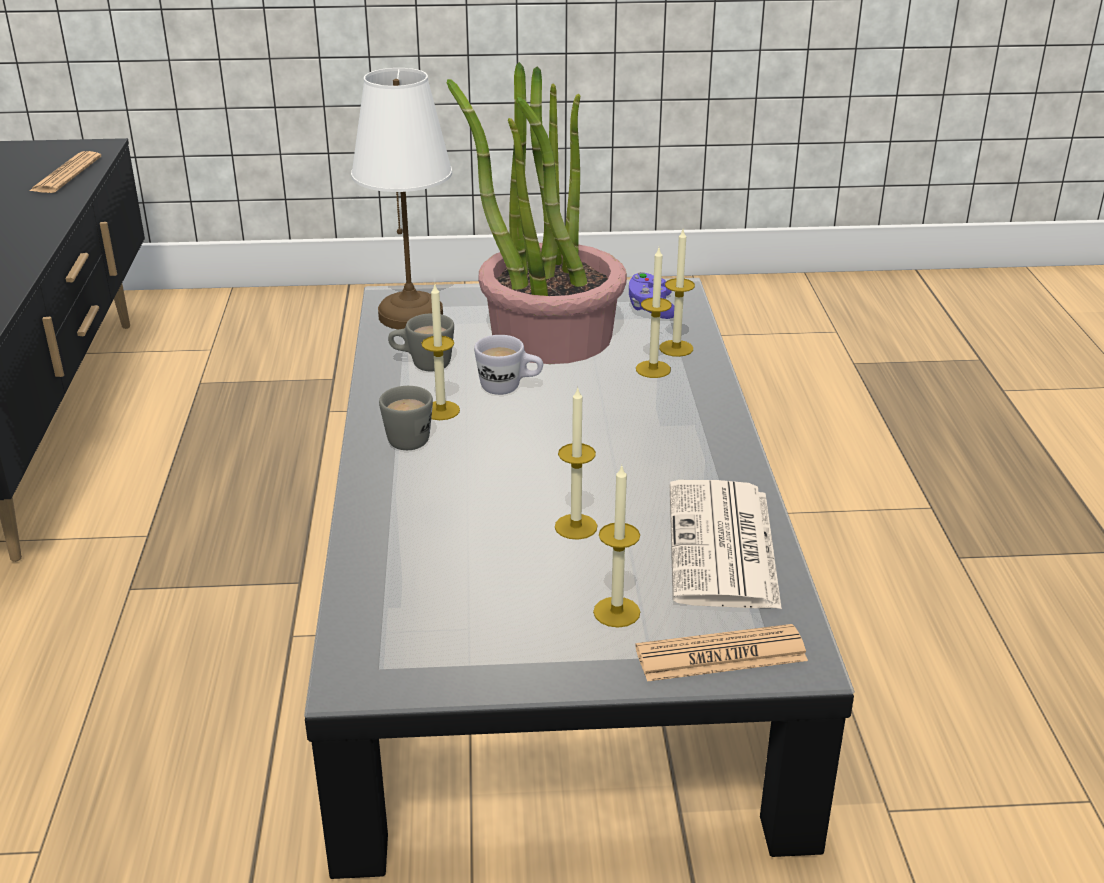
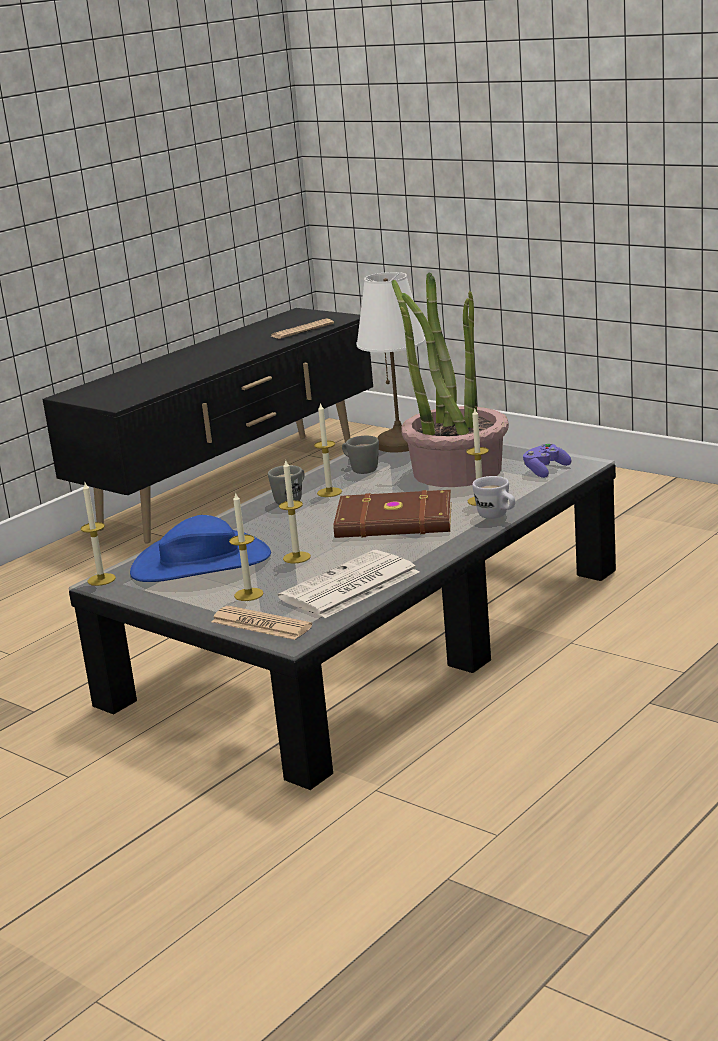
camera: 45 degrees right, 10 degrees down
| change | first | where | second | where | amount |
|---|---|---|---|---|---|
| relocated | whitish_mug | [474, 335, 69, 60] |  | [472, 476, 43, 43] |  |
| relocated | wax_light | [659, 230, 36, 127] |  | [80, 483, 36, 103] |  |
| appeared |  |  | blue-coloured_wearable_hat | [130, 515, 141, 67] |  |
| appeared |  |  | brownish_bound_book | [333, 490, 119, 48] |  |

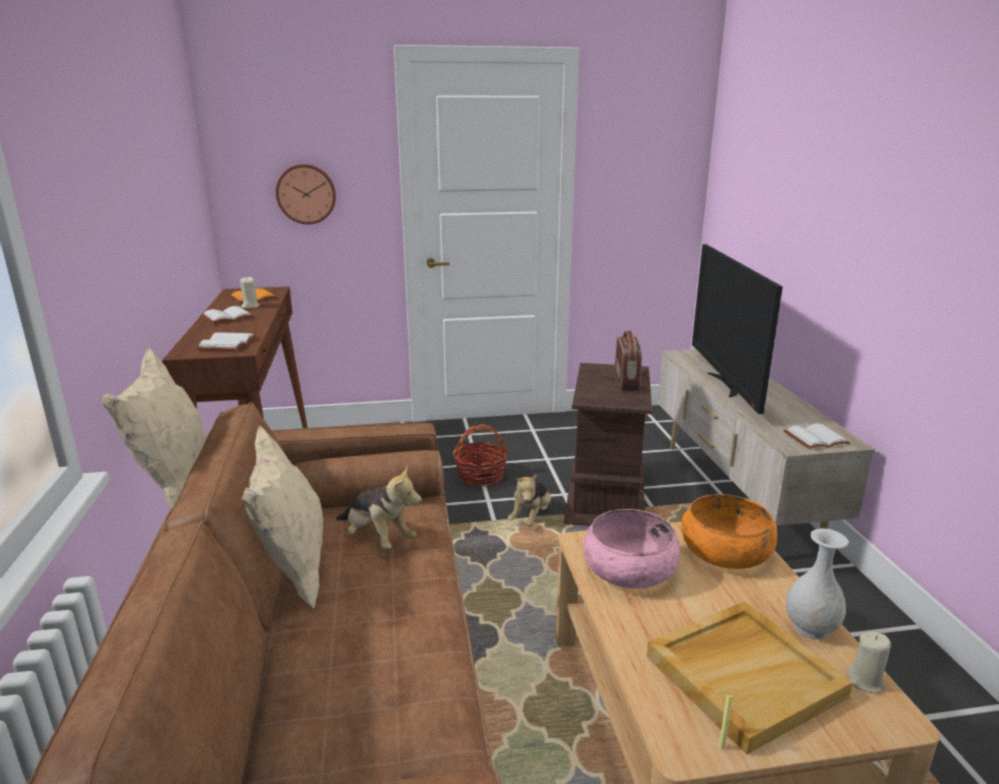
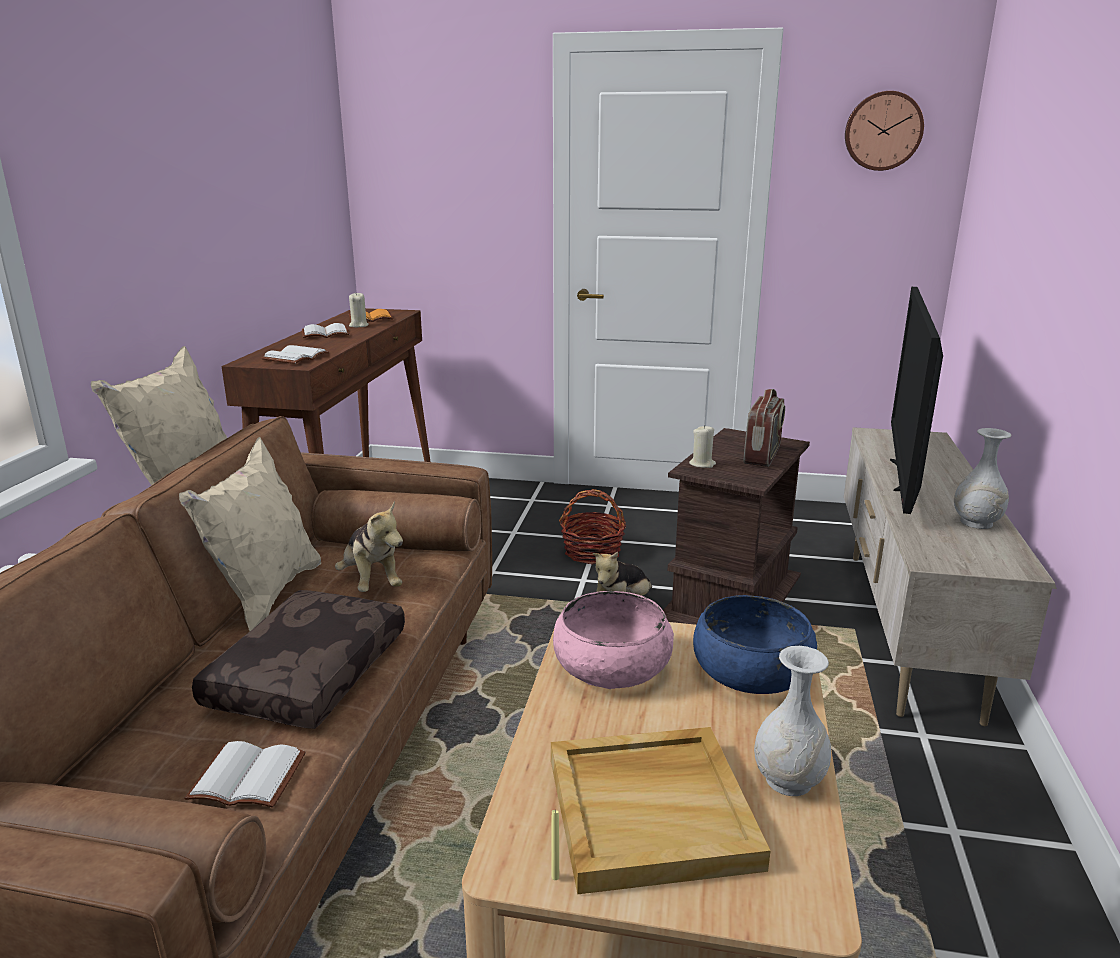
camera: 20 degrees right, 0 degrees up
| change | first | where | second | where | amount |
|---|---|---|---|---|---|
| relocated | hanging_clock | [276, 164, 60, 60] |  | [845, 91, 79, 80] |  |
| colour | orange-coloured_deep_dish | [681, 494, 96, 75] | blue-coloured_deep_dish | [693, 595, 124, 99] |  |
| relocated | whitish_bound_book | [783, 424, 67, 25] |  | [185, 741, 121, 67] |  |
| relocated | sand-coloured_wax_light | [847, 632, 44, 61] |  | [689, 425, 27, 43] |  |
| appeared |  |  | brownish_throw_pillow | [192, 590, 213, 139] |  |
| appeared |  |  | whitish_vase | [954, 428, 57, 101] |  |

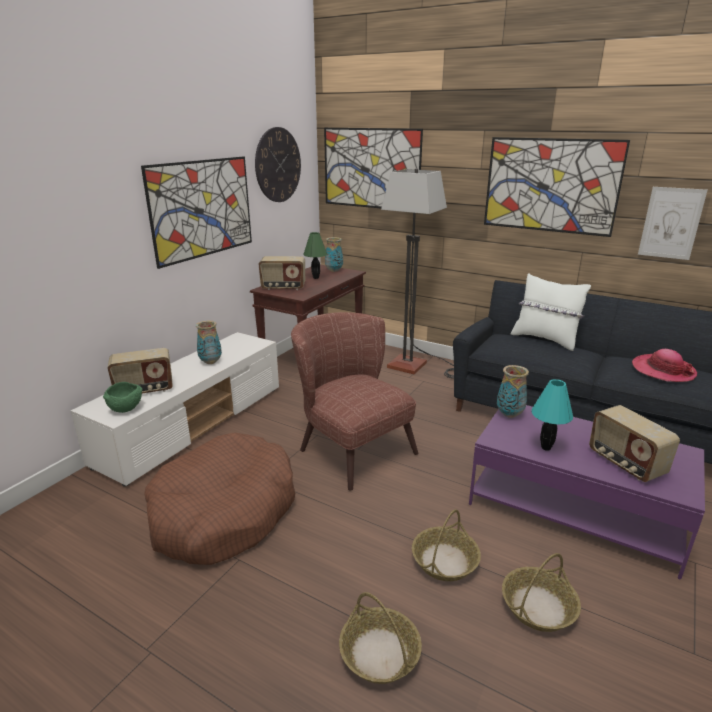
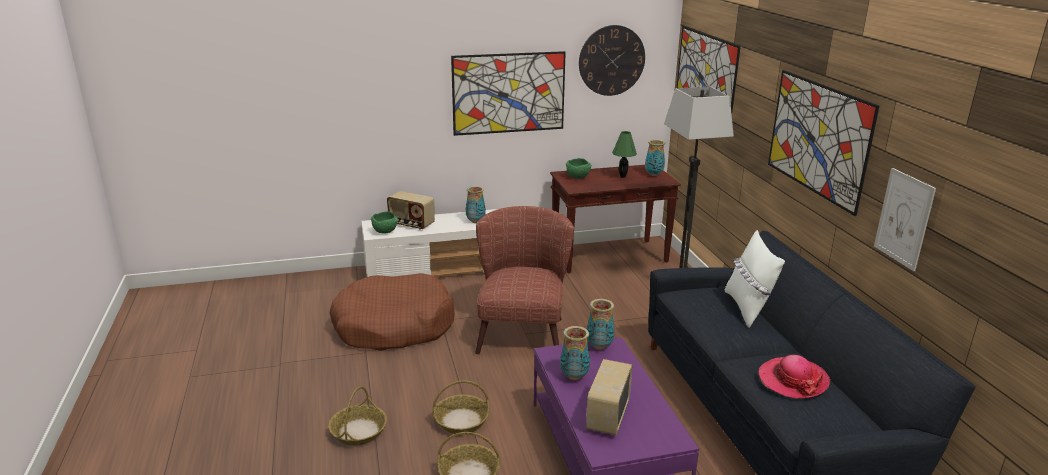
camera: 45 degrees right, 0 degrees up
| change | first | where | second | where | amount |
|---|---|---|---|---|---|
| exchanged | radio | [258, 256, 47, 34] | green_deep_dish | [566, 158, 26, 21] |  |
| exchanged | blue-green_table_lamp | [531, 379, 42, 72] | vase | [560, 326, 30, 54] |  |

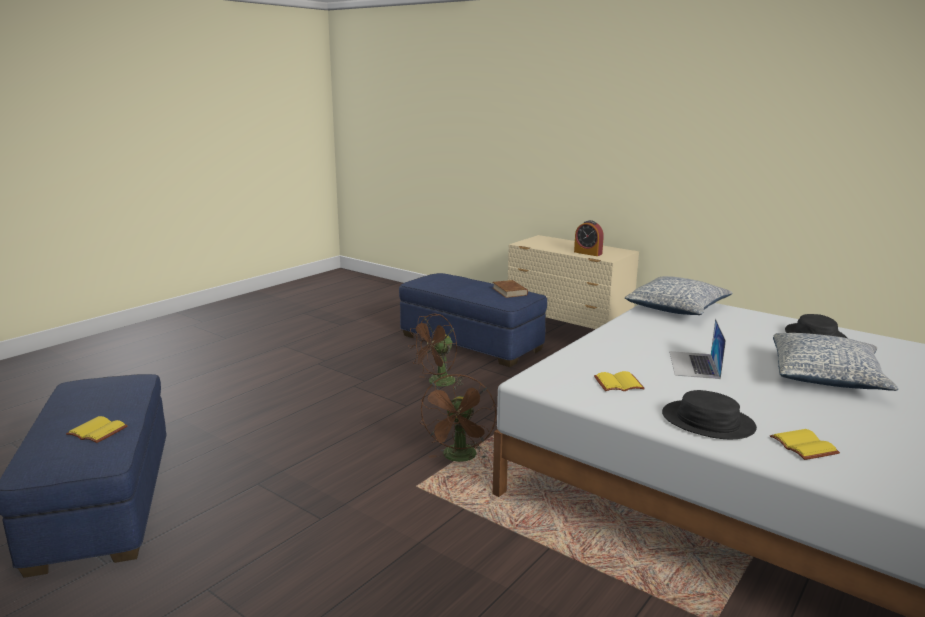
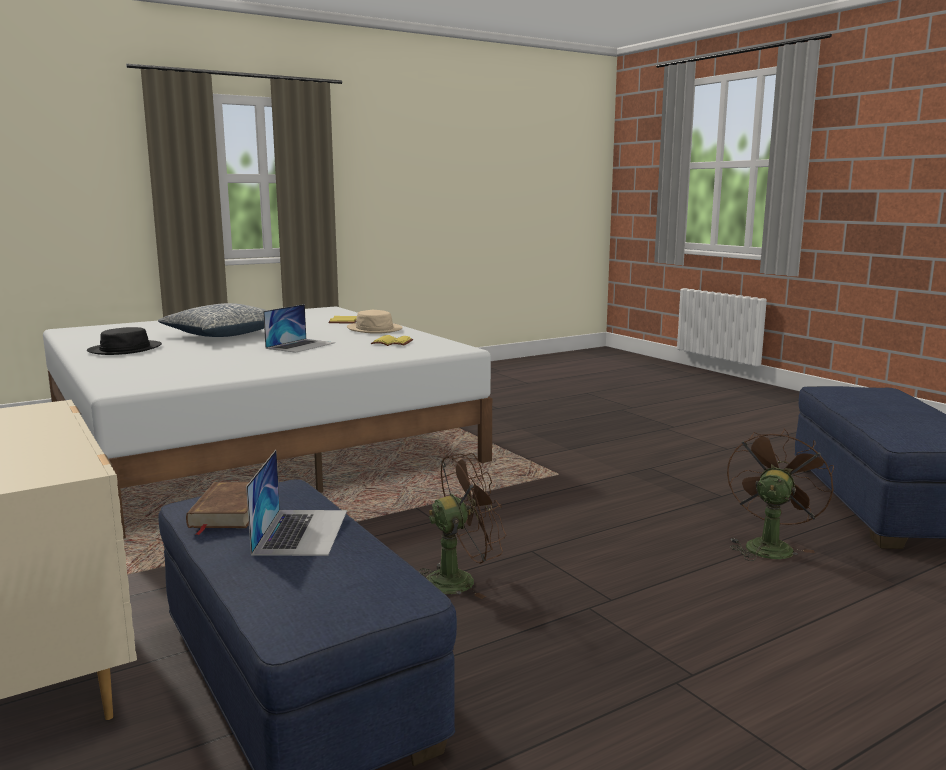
camera: 160 degrees left, 5 degrees down
| change | first | where | second | where | amount |
|---|---|---|---|---|---|
| missing | yellow-coloured_bound_book | [66, 416, 62, 27] |  |  |  |
| relocated | brownish_fan | [420, 374, 76, 88] |  | [727, 429, 107, 132] |  |
| missing | table_clock | [574, 220, 30, 36] |  |  |  |
| missing | throw_pillow | [625, 276, 107, 39] |  |  |  |
| colour | black-coloured_wearable_hat | [662, 390, 95, 49] | sand-coloured_wearable_hat | [347, 310, 56, 24] |  |
| appeared |  |  | portable_computer | [246, 450, 101, 106] |  |

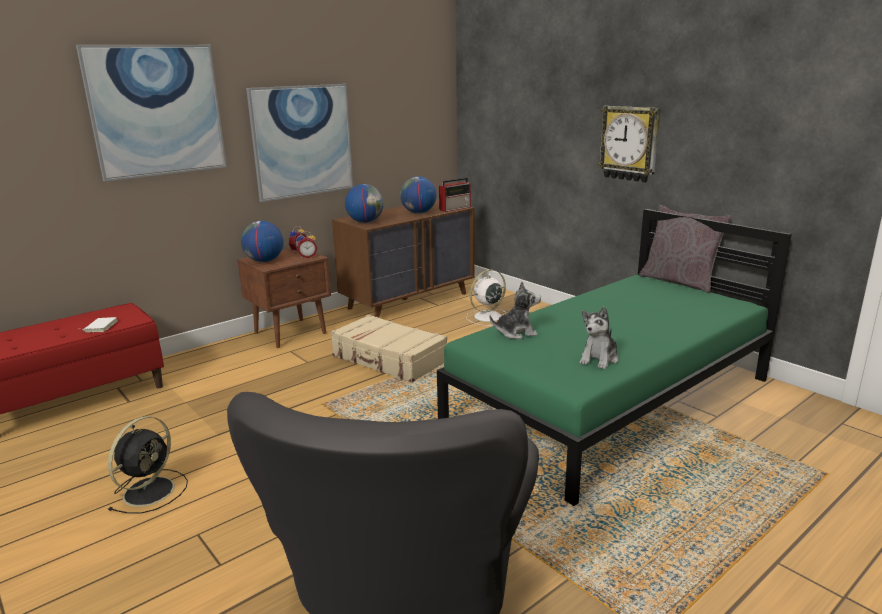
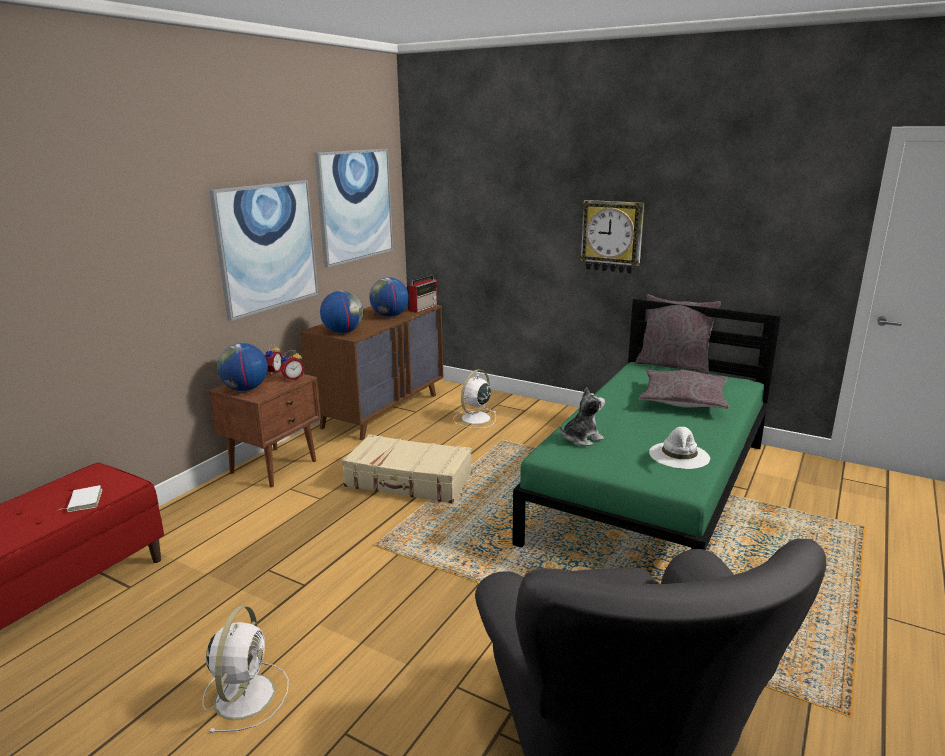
camera: 20 degrees left, 0 degrees up
| change | first | where | second | where | amount |
|---|---|---|---|---|---|
| relocated | wall_art | [76, 45, 151, 137] |  | [314, 149, 79, 119] |  |
| colour | black-coloured_fan | [108, 416, 80, 98] | whitish_fan | [202, 606, 87, 127] |  |
| exchanged | plush_toy | [579, 307, 40, 62] | whitish_wearable_hat | [649, 427, 61, 42] |  |
| appeared |  |  | gray_throw_pillow | [639, 370, 90, 39] |  |

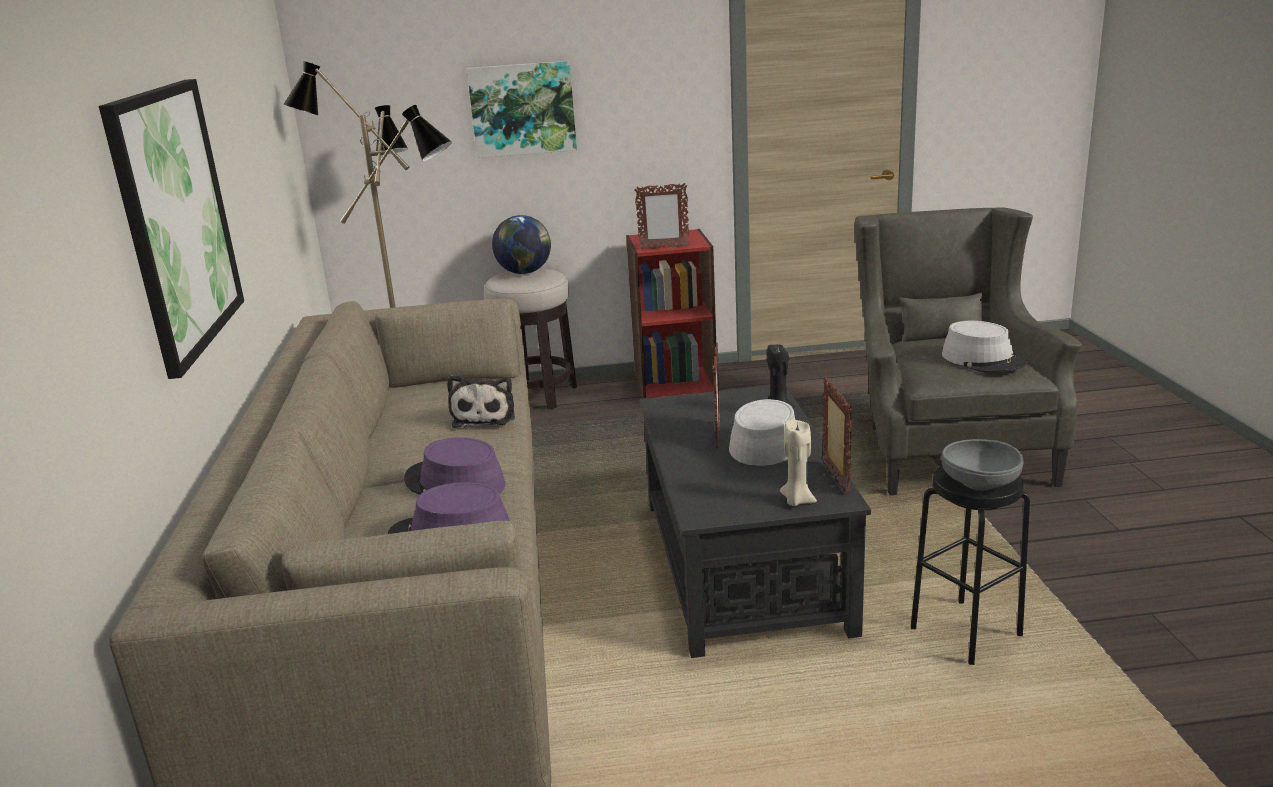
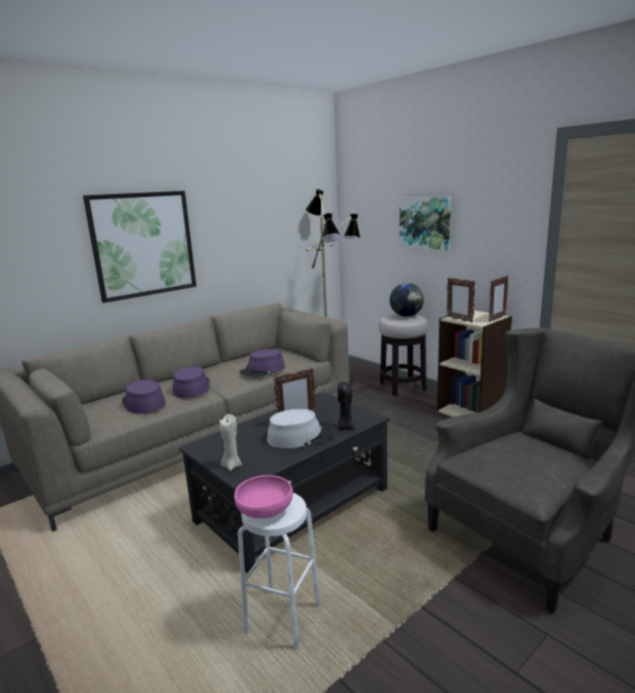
camera: 55 degrees right, 5 degrees down
| change | first | where | second | where | amount |
|---|---|---|---|---|---|
| exchanged | plush_toy | [447, 375, 68, 53] | purplish_wearable_hat | [239, 349, 46, 28] |  |
| colour | red-coloured_bookcase | [626, 229, 90, 170] | sand-coloured_bookcase | [437, 310, 75, 107] |  |
| relocated | picture_frame | [823, 377, 30, 117] |  | [489, 275, 20, 47] |  |
| colour | black-coloured_stool | [911, 465, 119, 200] | whitish_stool | [238, 493, 82, 157] |  |
| missing | gray_wearable_hat | [942, 321, 86, 52] |  |  |  |
| colour | gray_deep_dish | [942, 439, 81, 51] | pink_deep_dish | [234, 475, 59, 43] |  |

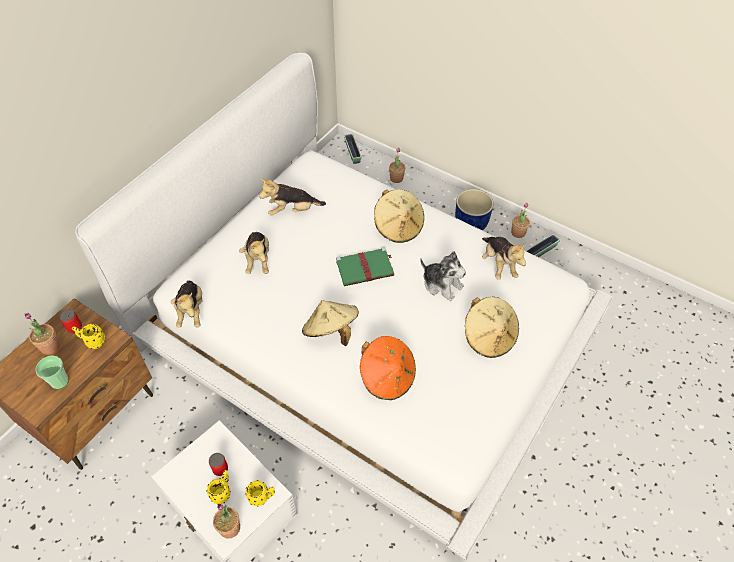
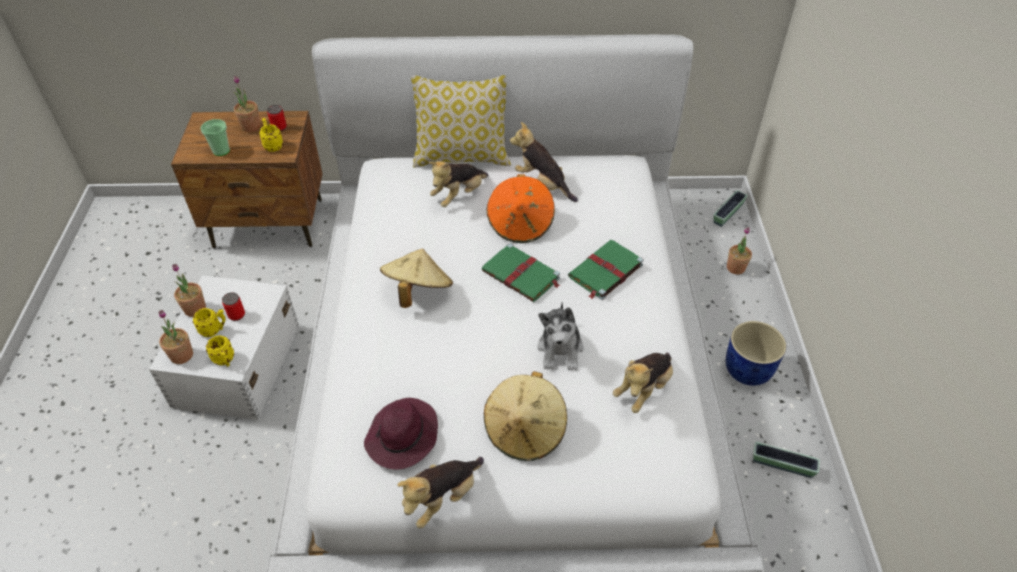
camera: 55 degrees right, 5 degrees down
| change | first | where | second | where | amount |
|---|---|---|---|---|---|
| relocated | plush_toy | [171, 280, 31, 48] |  | [397, 457, 87, 71] |  |
| relocated | orange-coloured_wearable_hat | [360, 336, 56, 64] |  | [486, 174, 69, 69] |  |
| exchanged | sand-coloured_wearable_hat | [374, 189, 50, 54] | green_bound_book | [568, 240, 76, 60] |  |
| relocated | houseplant | [511, 203, 19, 35] |  | [172, 264, 34, 53] |  |
| appeared |  |  | purplish_wearable_hat | [364, 398, 74, 71] |  |
| appeared |  |  | throw_pillow | [411, 75, 100, 93] |  |

